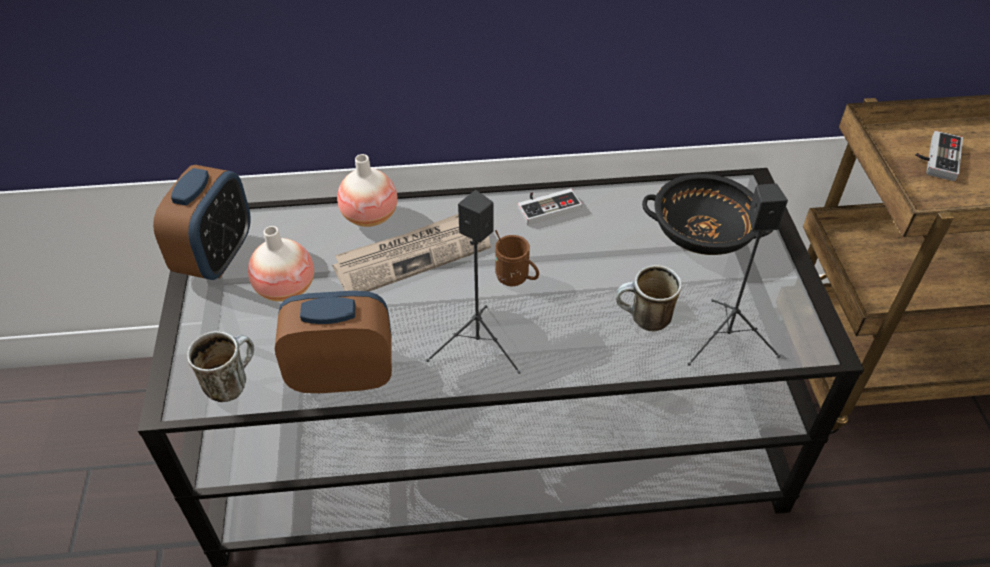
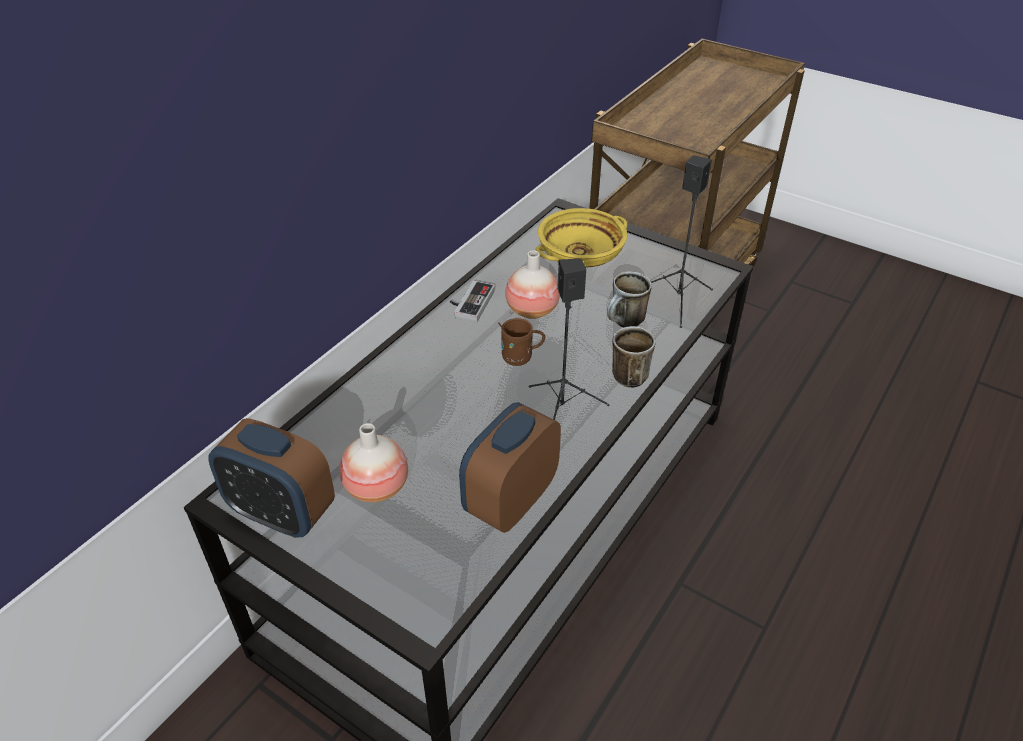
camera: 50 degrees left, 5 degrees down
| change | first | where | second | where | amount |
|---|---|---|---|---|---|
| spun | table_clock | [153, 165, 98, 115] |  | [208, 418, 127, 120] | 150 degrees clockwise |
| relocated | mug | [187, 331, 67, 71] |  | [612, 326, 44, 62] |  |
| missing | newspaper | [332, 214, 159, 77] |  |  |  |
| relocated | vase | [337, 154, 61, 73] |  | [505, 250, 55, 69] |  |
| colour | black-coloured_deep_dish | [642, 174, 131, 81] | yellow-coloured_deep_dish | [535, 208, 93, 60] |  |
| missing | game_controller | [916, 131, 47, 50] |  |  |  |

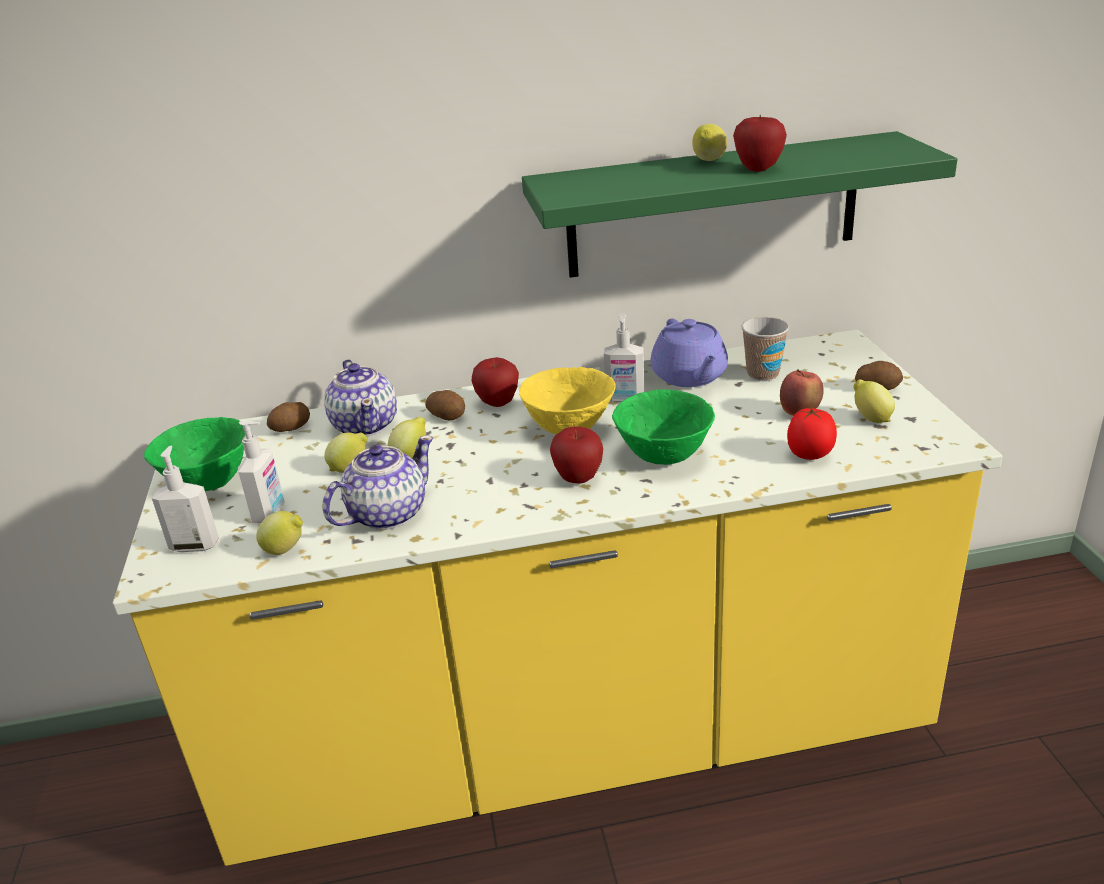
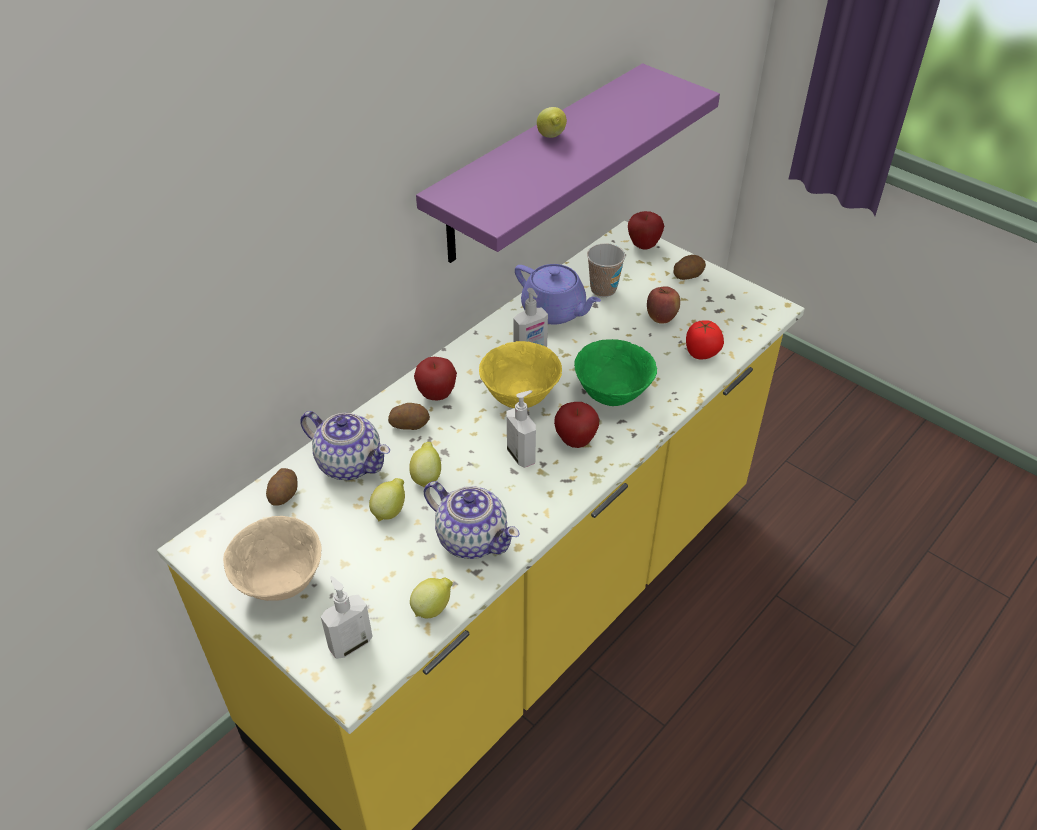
camera: 40 degrees left, 15 degrees up
| change | first | where | second | where | amount |
|---|---|---|---|---|---|
| colour | green_deep_dish | [144, 417, 102, 74] | sand-coloured_deep_dish | [223, 516, 99, 85] |  |
| relocated | liquid_soap_bottle | [238, 420, 47, 103] |  | [507, 390, 29, 78] |  |
| spun | pot_for_tea | [323, 435, 111, 95] |  | [424, 481, 96, 78] | 120 degrees clockwise |
| colour | green_bracket_shelf | [522, 131, 435, 147] | purplish_bracket_shelf | [416, 64, 304, 199] |  |
| relocated | whole_apple | [733, 114, 54, 58] |  | [628, 211, 36, 39] |  |
| missing | whole_lemon | [854, 379, 41, 44] |  |  |  |

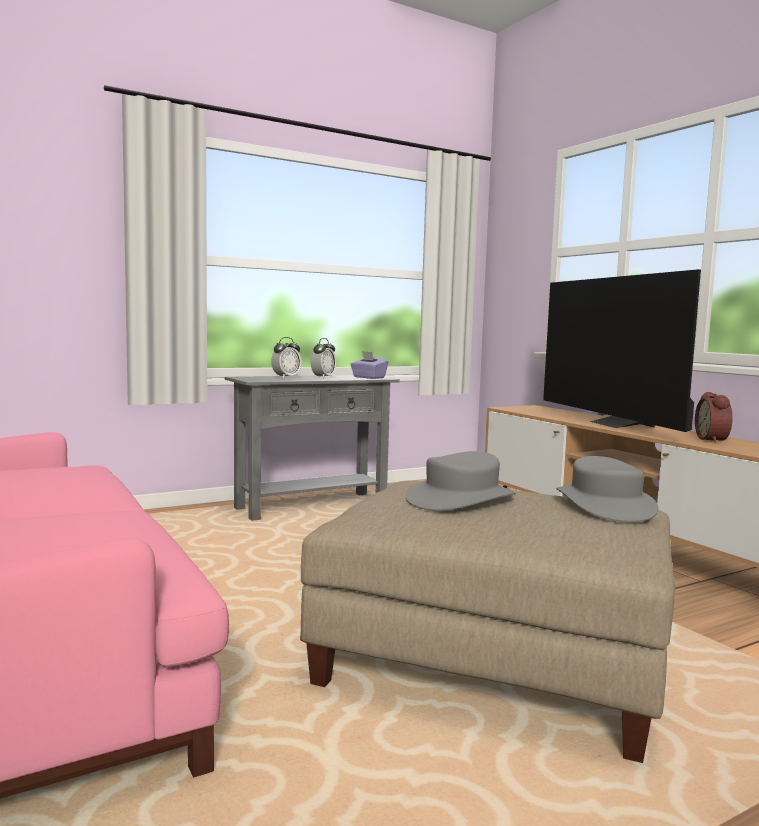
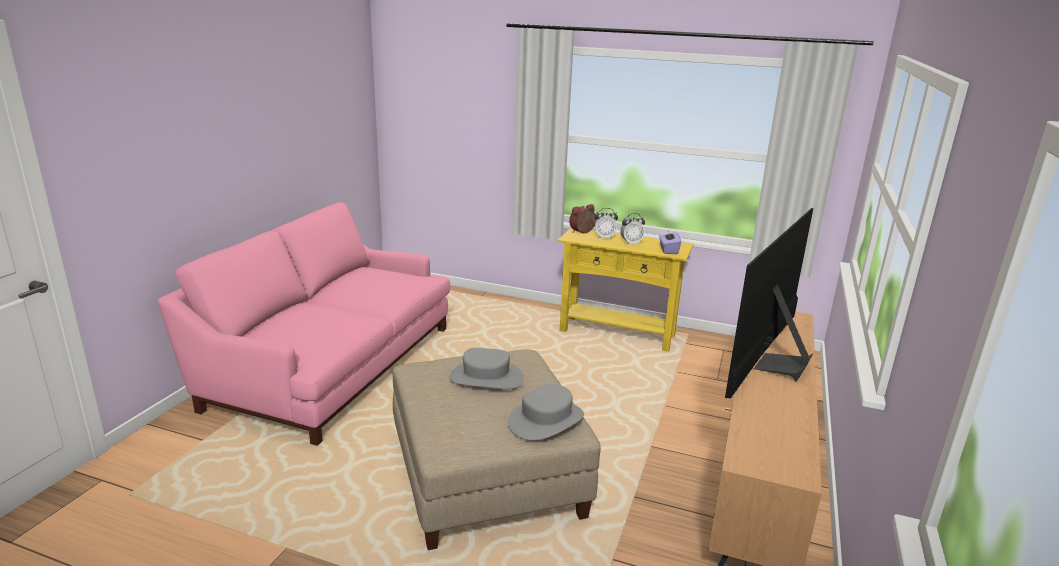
camera: 50 degrees right, 15 degrees up
| change | first | where | second | where | amount |
|---|---|---|---|---|---|
| colour | gray_narrow_table | [225, 375, 175, 146] | yellow-coloured_narrow_table | [558, 228, 135, 124] |  |
| relocated | table_clock | [695, 392, 38, 51] |  | [569, 204, 27, 30] |  |

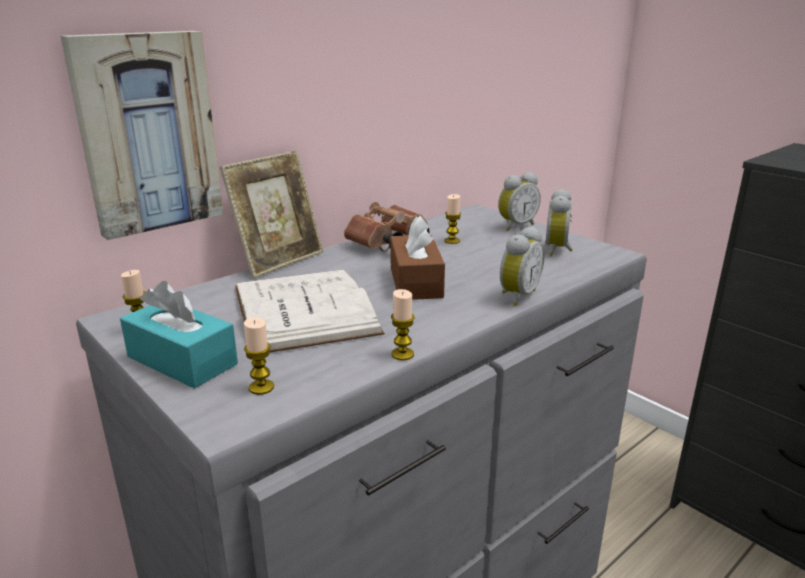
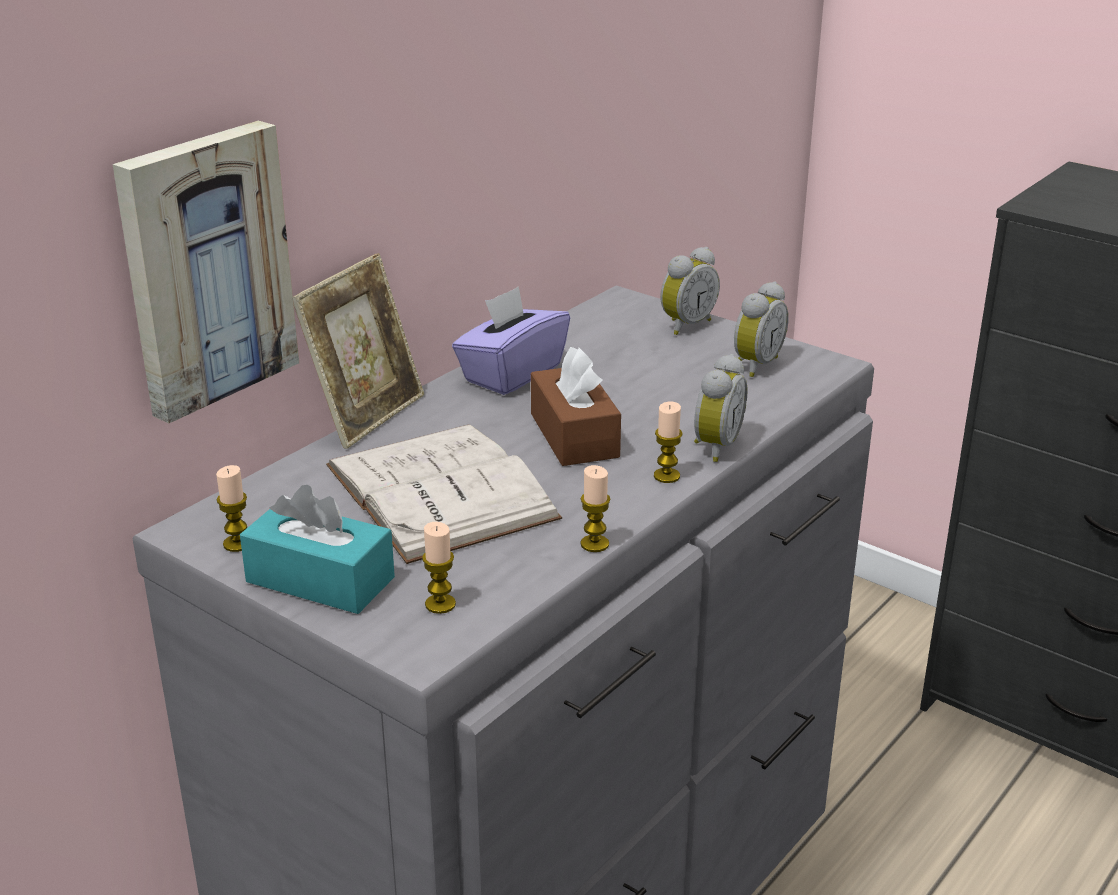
camera: 10 degrees left, 5 degrees up
| change | first | where | second | where | amount |
|---|---|---|---|---|---|
| exchanged | brownish_pair_of_binoculars | [344, 202, 85, 50] | purplish_tissue_box | [452, 286, 118, 109] |  |
| relocated | wax_light | [444, 194, 17, 50] |  | [654, 402, 28, 81] |  |
| spun | table_clock | [546, 189, 26, 67] |  | [734, 281, 55, 96] | 150 degrees counterclockwise |

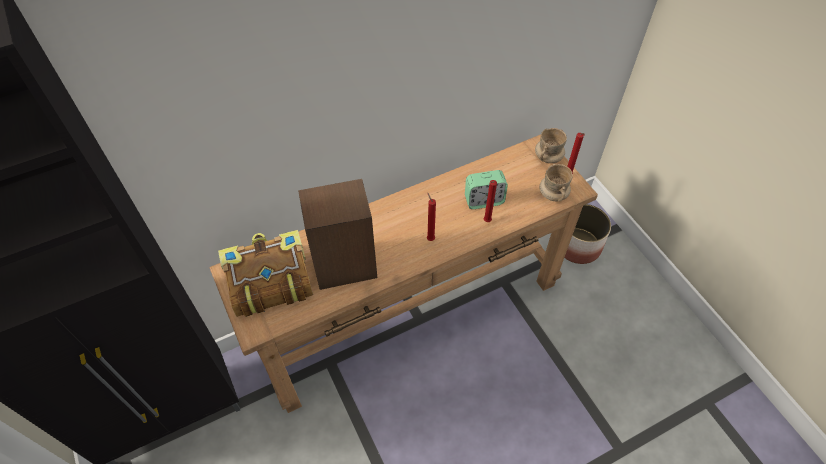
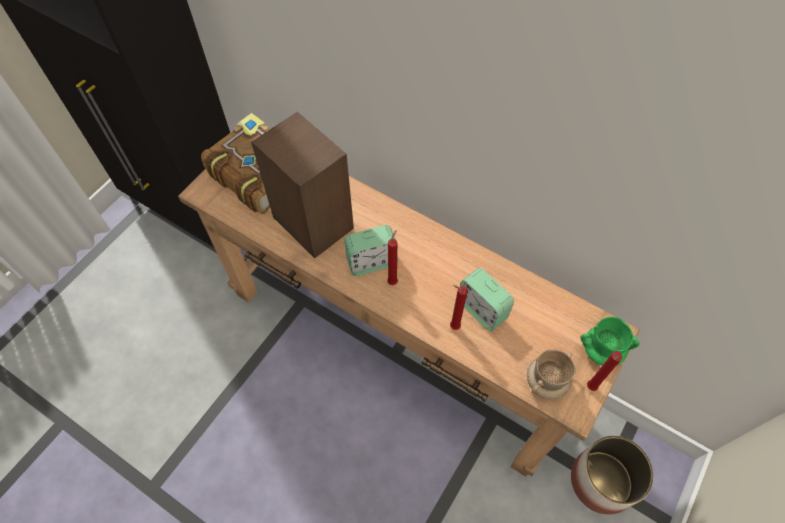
camera: 60 degrees right, 5 degrees up
| change | first | where | second | where | amount |
|---|---|---|---|---|---|
| colour | sand-coloured_mug | [535, 128, 32, 35] | green_mug | [580, 317, 60, 49] |  |
| appeared |  |  | table_clock | [344, 225, 54, 51] |  |

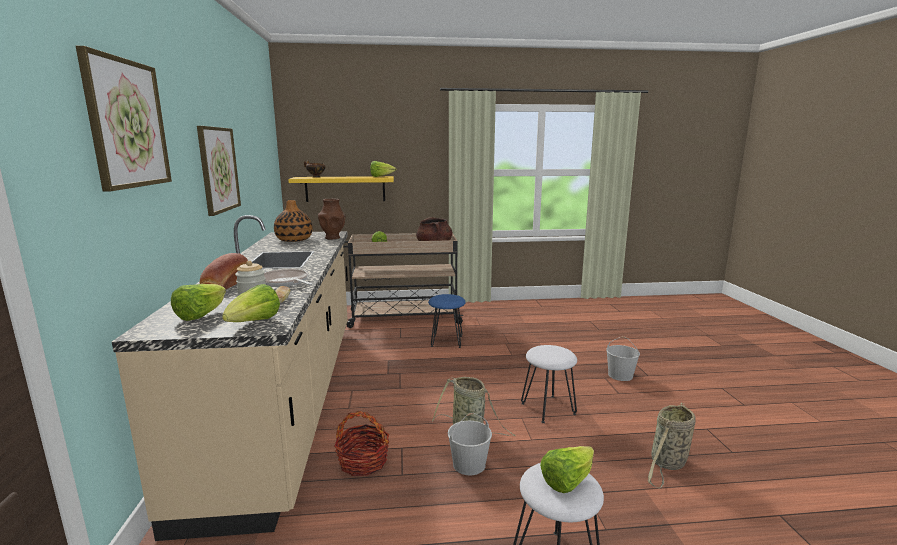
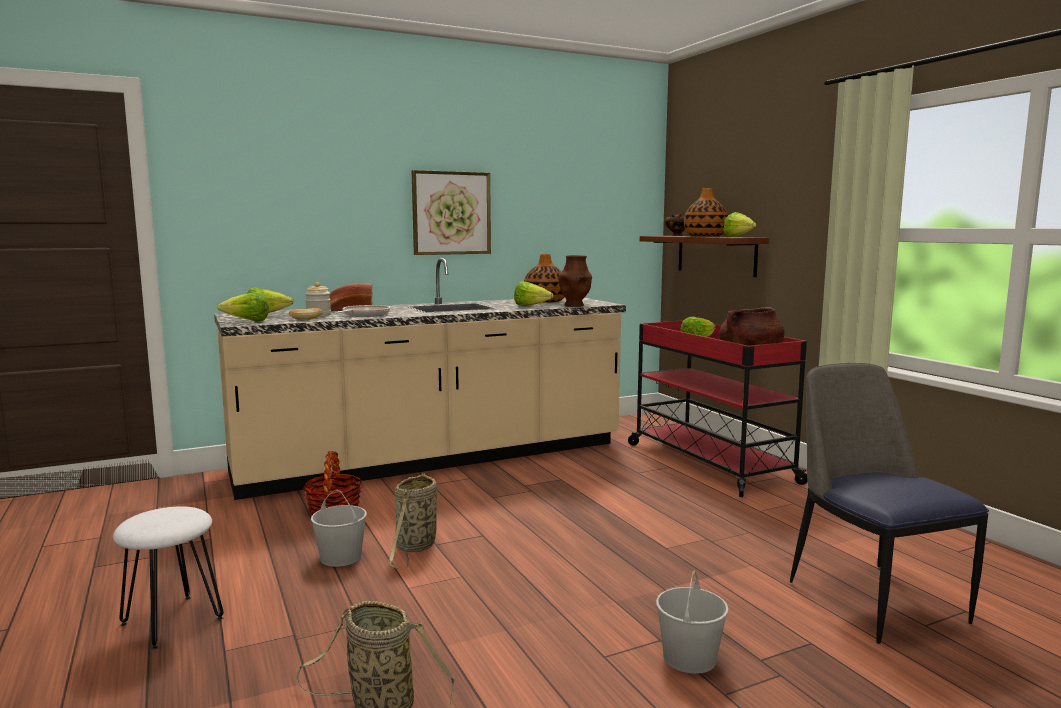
camera: 70 degrees right, 5 degrees down
| change | first | where | second | where | amount |
|---|---|---|---|---|---|
| missing | wall_art | [76, 46, 96, 146] |  |  |  |
| colour | yellow-coloured_bracket_shelf | [288, 176, 106, 26] | brownish_bracket_shelf | [640, 236, 129, 41] |  |
| colour | sand-coloured_wheeled_cart | [343, 233, 121, 95] | red-coloured_wheeled_cart | [628, 321, 179, 176] |  |
| missing | blue-coloured_stool | [428, 294, 38, 54] |  |  |  |
| missing | whitish_stool | [521, 345, 56, 78] |  |  |  |
| relocated | lettuce | [540, 446, 54, 47] |  | [514, 281, 40, 25] |  |
| appeared |  |  | vase | [684, 188, 44, 49] |  |
| appeared |  |  | chair | [790, 363, 199, 281] |  |

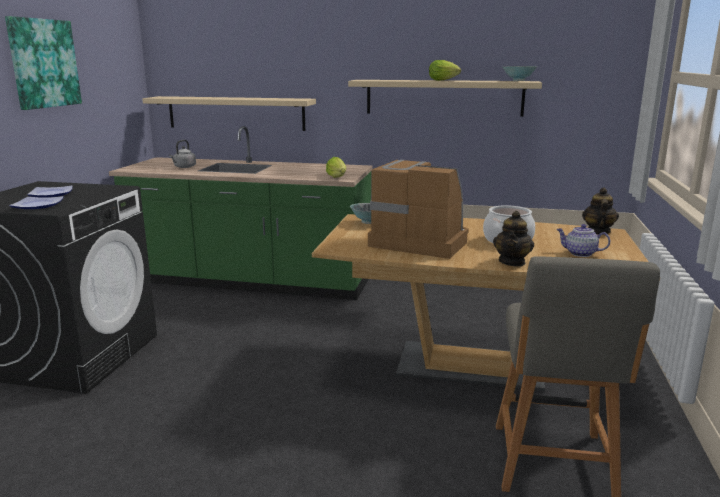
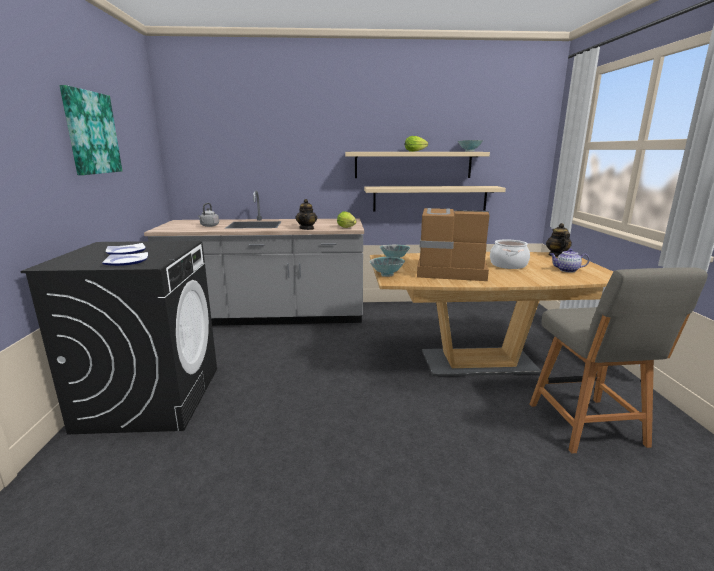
camera: 15 degrees left, 0 degrees up
| change | first | where | second | where | amount |
|---|---|---|---|---|---|
| colour | green_kitchen_base_unit | [109, 126, 264, 174] | gray_kitchen_base_unit | [144, 190, 220, 136] |  |
| relocated | sand-coloured_bracket_shelf | [142, 96, 174, 35] |  | [364, 186, 142, 26] |  |
| relocated | pot_for_tea | [493, 211, 41, 55] |  | [295, 199, 22, 31] |  |
| appeared |  |  | deep_dish | [369, 257, 36, 20] |  |

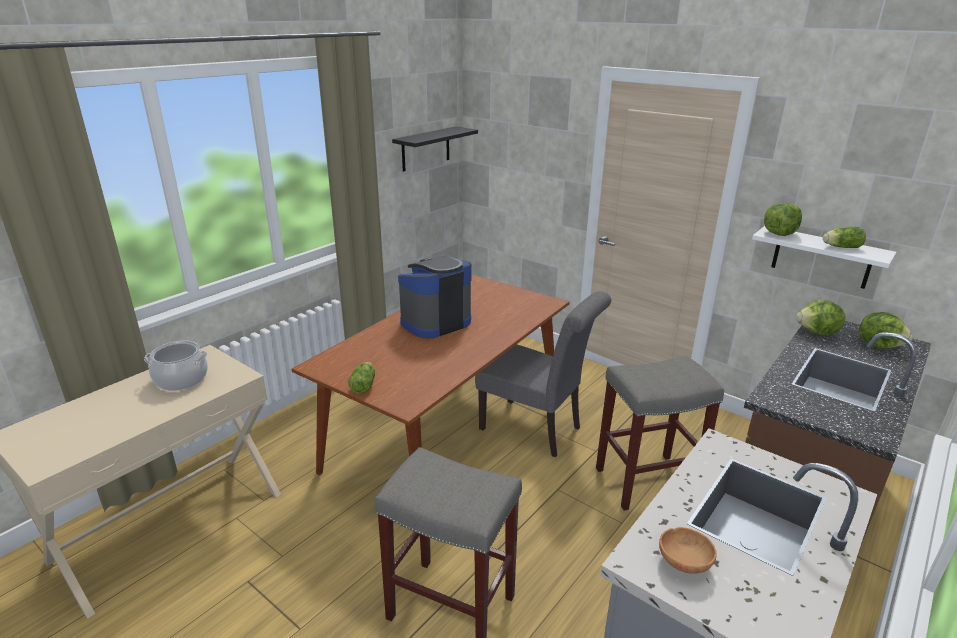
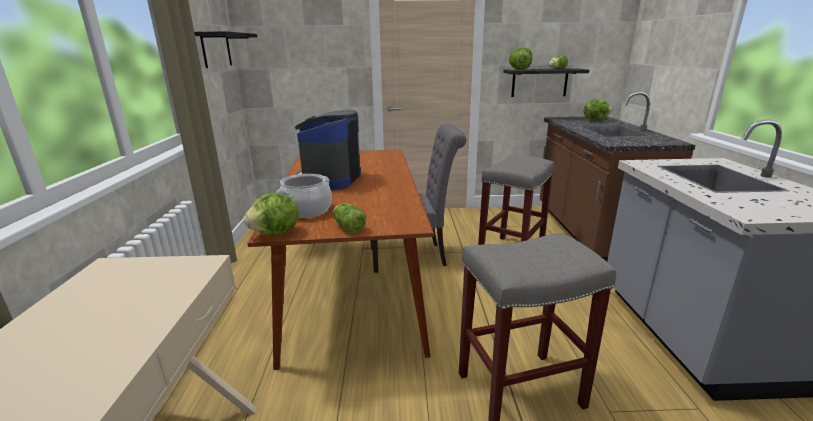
camera: 40 degrees left, 5 degrees down
| change | first | where | second | where | amount |
|---|---|---|---|---|---|
| relocated | cooking_pot | [144, 340, 64, 51] |  | [276, 174, 56, 44] |  |
| missing | brownish_deep_dish | [659, 527, 58, 47] |  |  |  |
| colour | whitish_bracket_shelf | [752, 226, 145, 63] | black-coloured_bracket_shelf | [503, 68, 86, 29] |  |
| relocated | lettuce | [796, 300, 49, 35] |  | [243, 193, 55, 42] |  |

